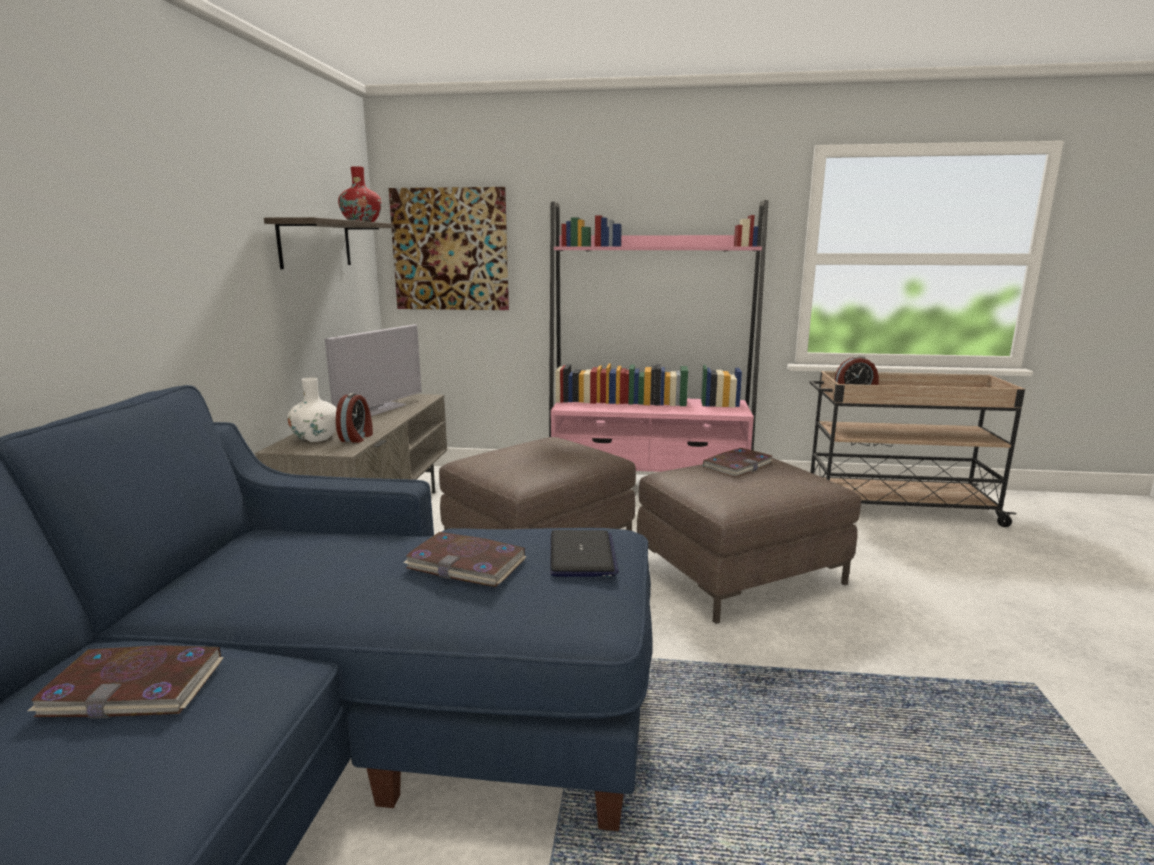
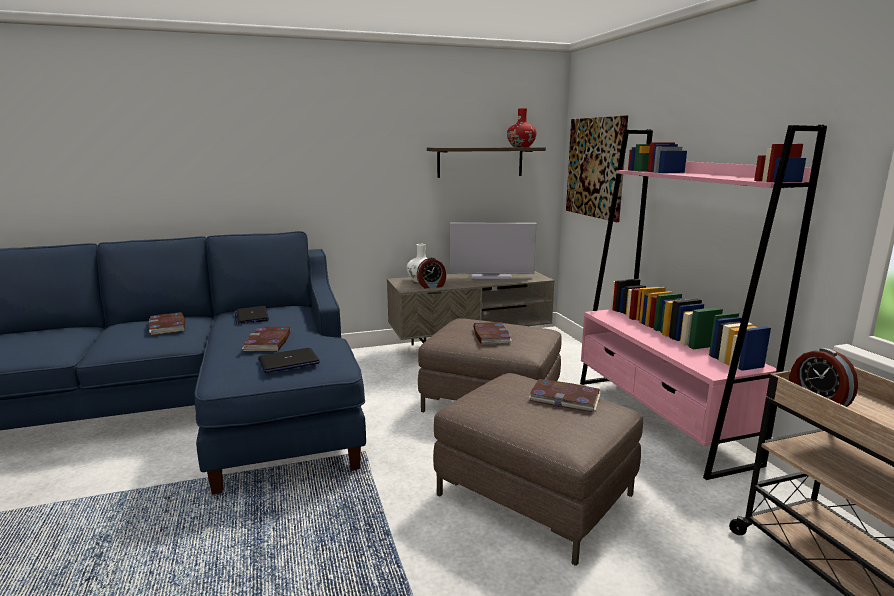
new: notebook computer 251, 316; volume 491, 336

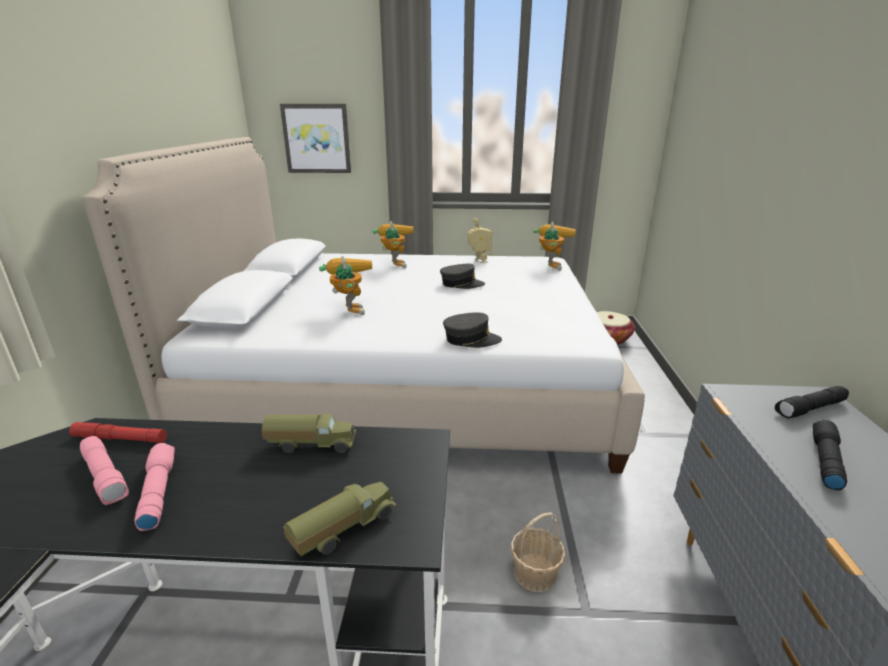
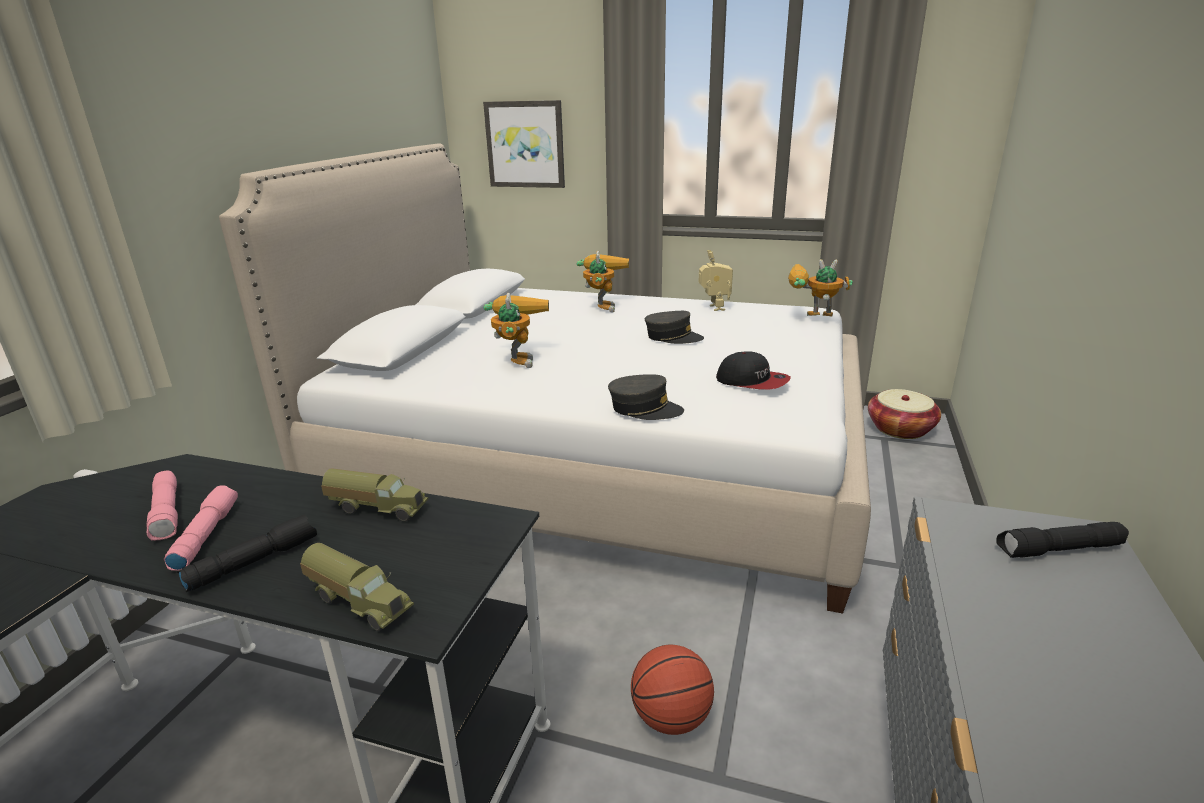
gone: torch (red) 120, 438
new: baseball cap 752, 381
shifted: torch (blackish) 824, 460 to 254, 561
swapped: storage basket 535, 573 to ball for basketball 671, 717
rotated: model truck 343, 529 = 360, 602 60 degrees clockwise; robot figure 550, 265 = 809, 319 105 degrees counterclockwise

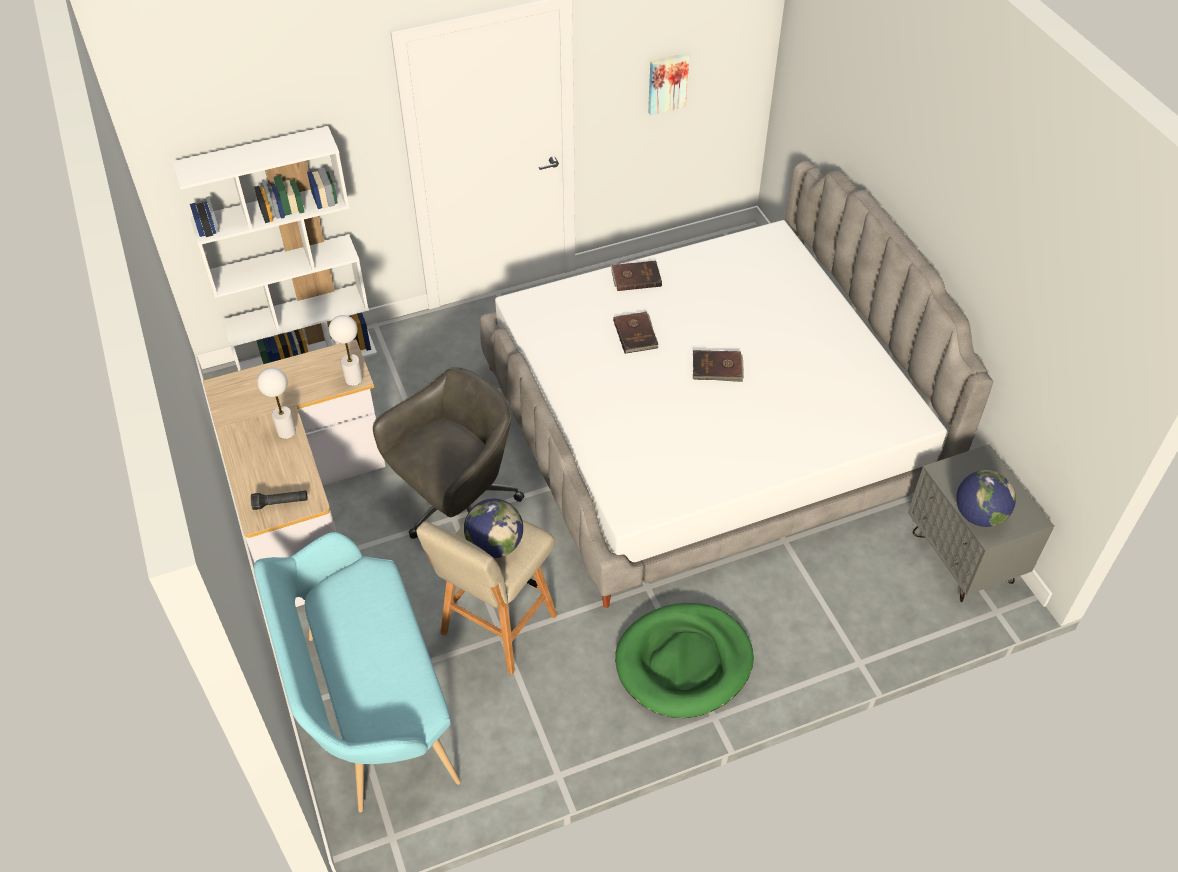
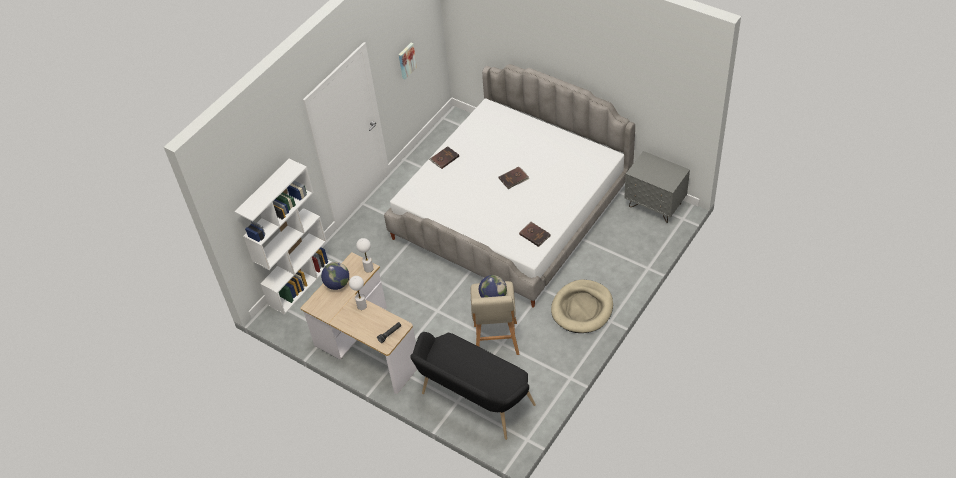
gone: computer chair (gray) 457, 506
shifted: volume (brown) 636, 334 to 535, 234; desk globe 978, 515 to 337, 284
repainted: indoor bench (turquoise) 370, 707 to indoor bench (blackish) 473, 402; pet bed (green-coloured) 684, 662 to pet bed (sand-coloured) 582, 308

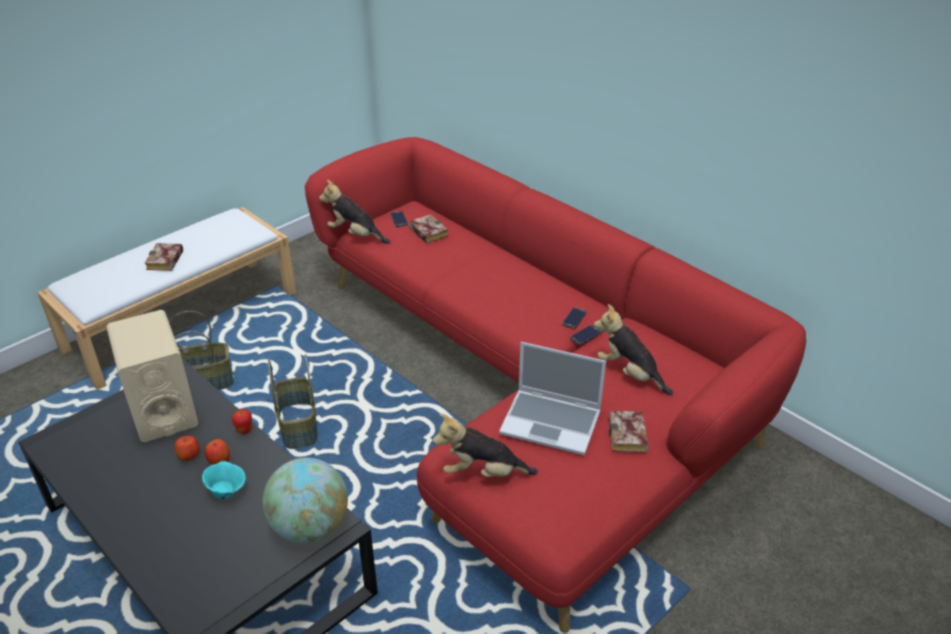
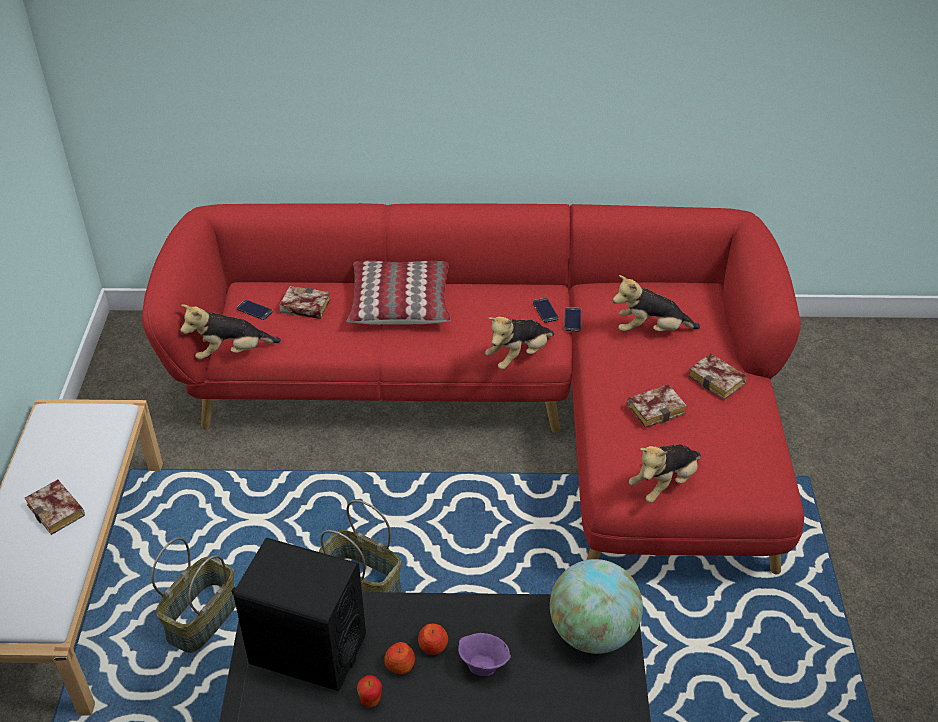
new: cushion 400, 302; soft toy 519, 356
shifted: whole apple 244, 430 to 370, 700
swapped: notebook computer 552, 423 to volume 656, 408
repainted: speaker (sand-coloured) 162, 410 to speaker (blackish) 307, 650; bowl (turquoise) 226, 491 to bowl (purple) 482, 664

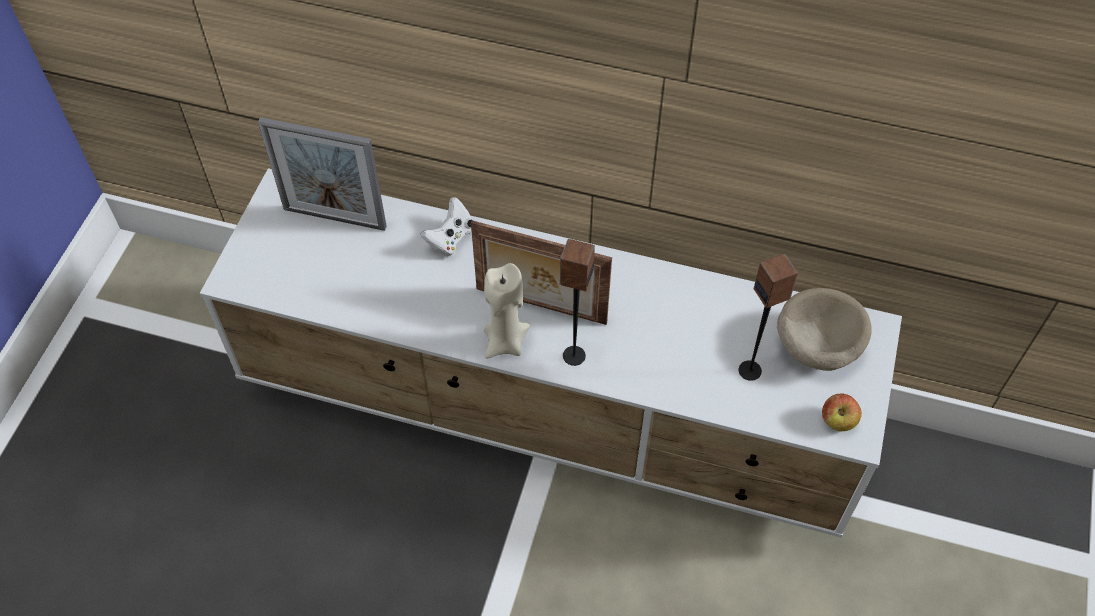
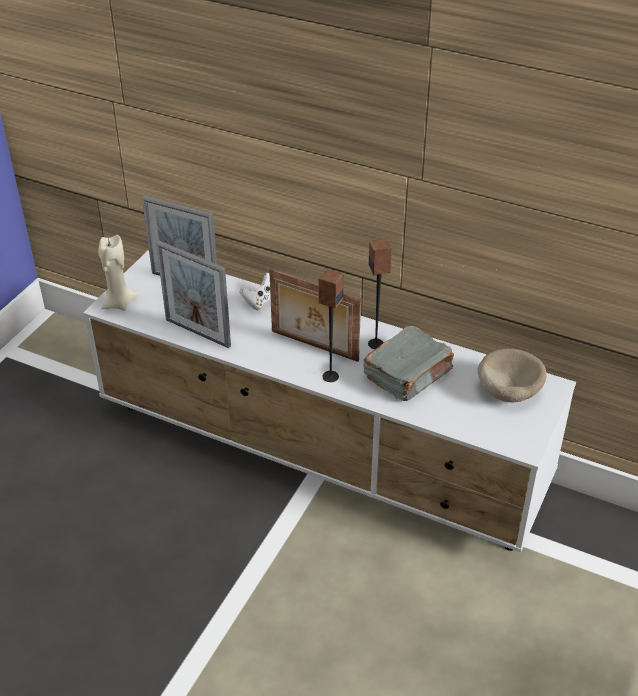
gone: whole apple 838, 421
new: photo frame 198, 332; volume (gray) 409, 374
shifted: wax light (sand-coloured) 505, 342 to 119, 303; speaker 750, 370 to 376, 344

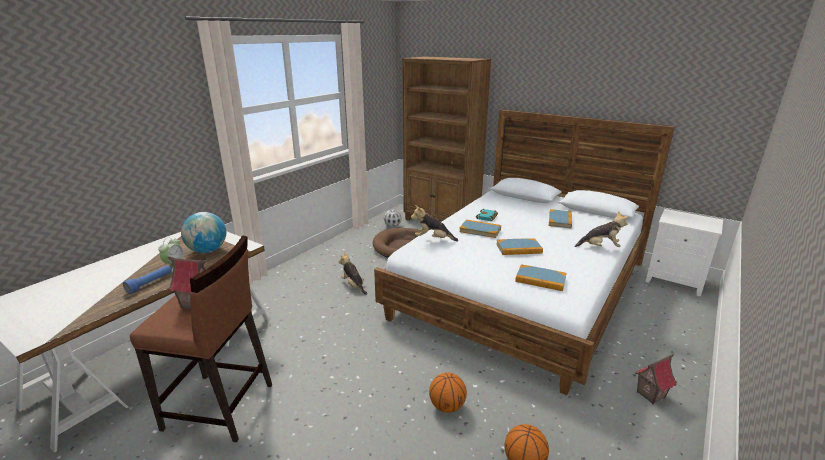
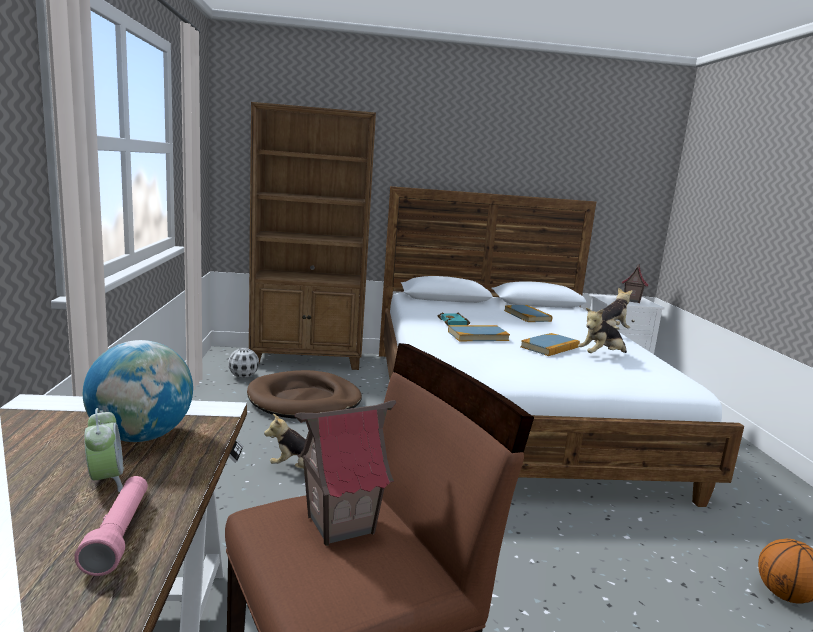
gone: ball for basketball 447, 406; volume 540, 280
shifted: soft toy 433, 239 to 601, 355; toy house 650, 394 to 631, 300
repainted: torch (blue) 150, 283 to torch (pink-coloured) 119, 534

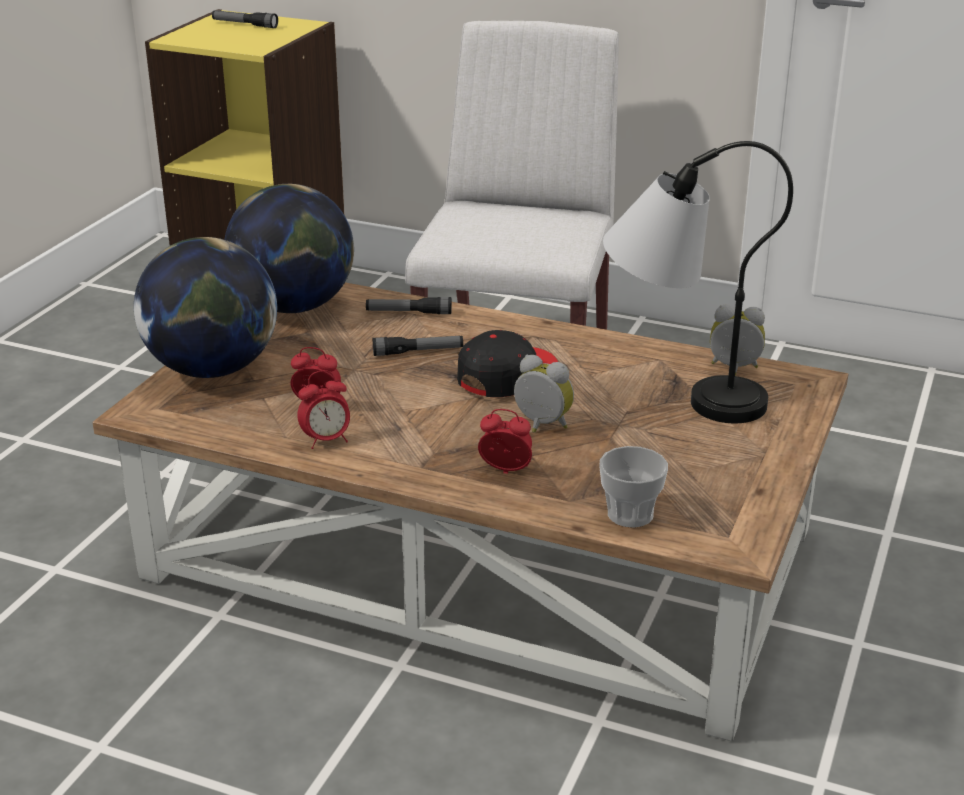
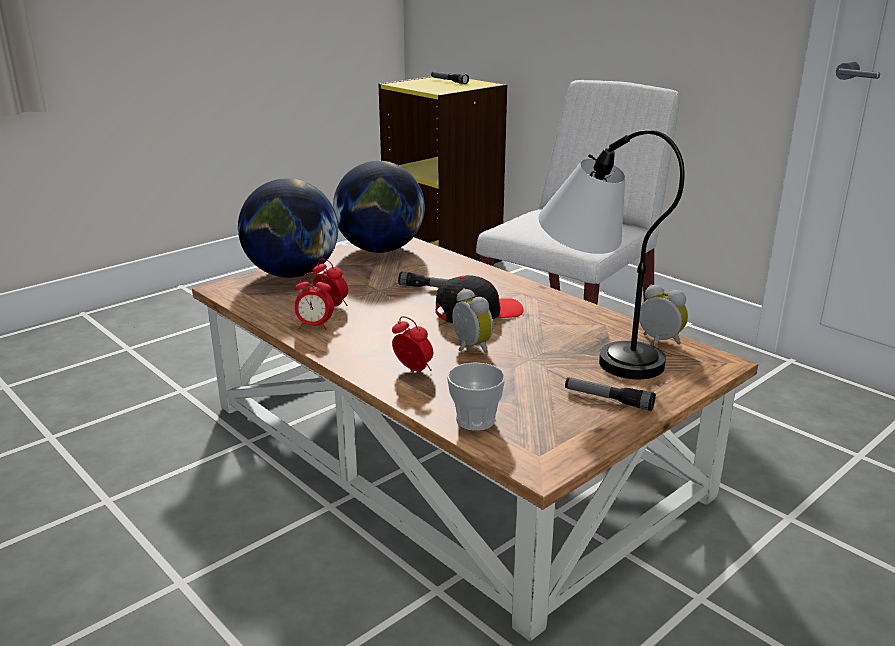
shifted: torch 409, 313 to 608, 400

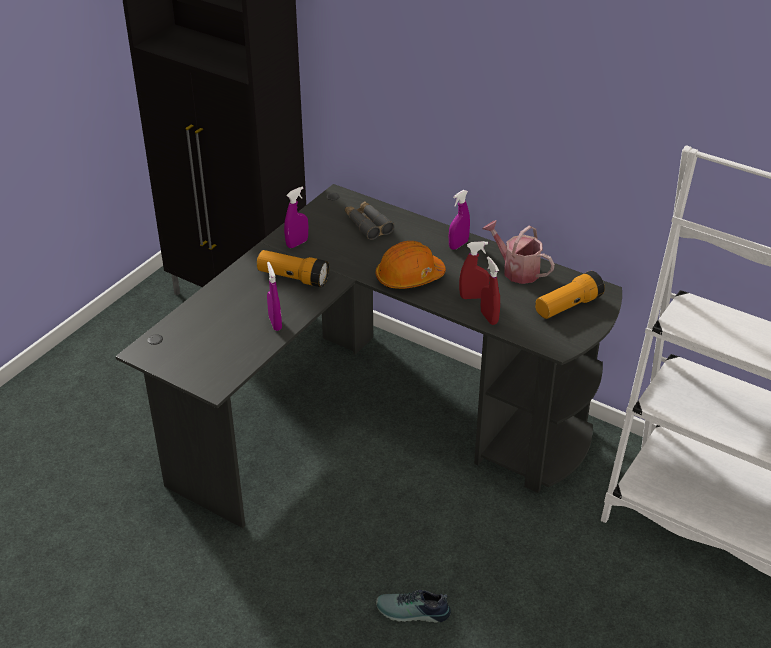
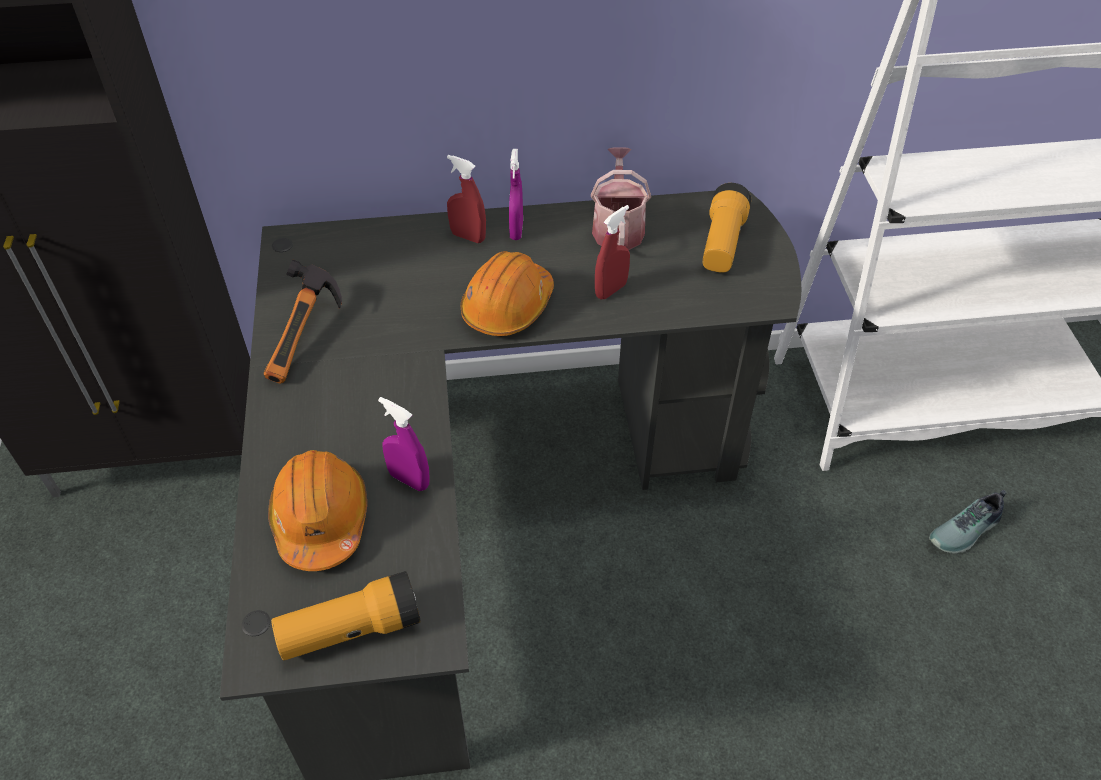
gone: binoculars (gray) 368, 225
new: safety helmet (orangey) 321, 519
shifted: torch 293, 278 to 351, 630; item of footwear 412, 612 to 966, 531; hand sprayer (red) 489, 318 to 468, 236
swapped: hand sprayer (purple) 297, 243 to tool hammer 307, 340
rotated: watering can 516, 270 = 618, 227 90 degrees clockwise

